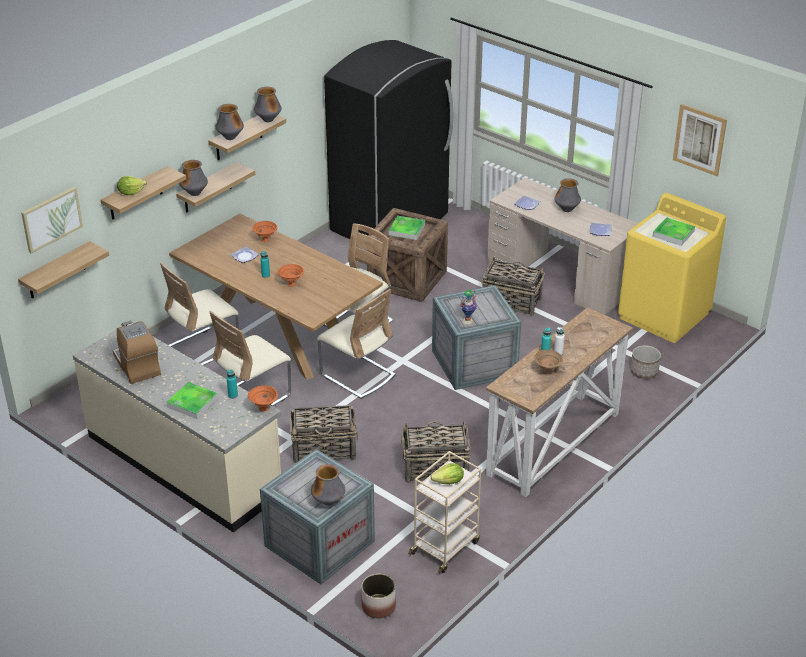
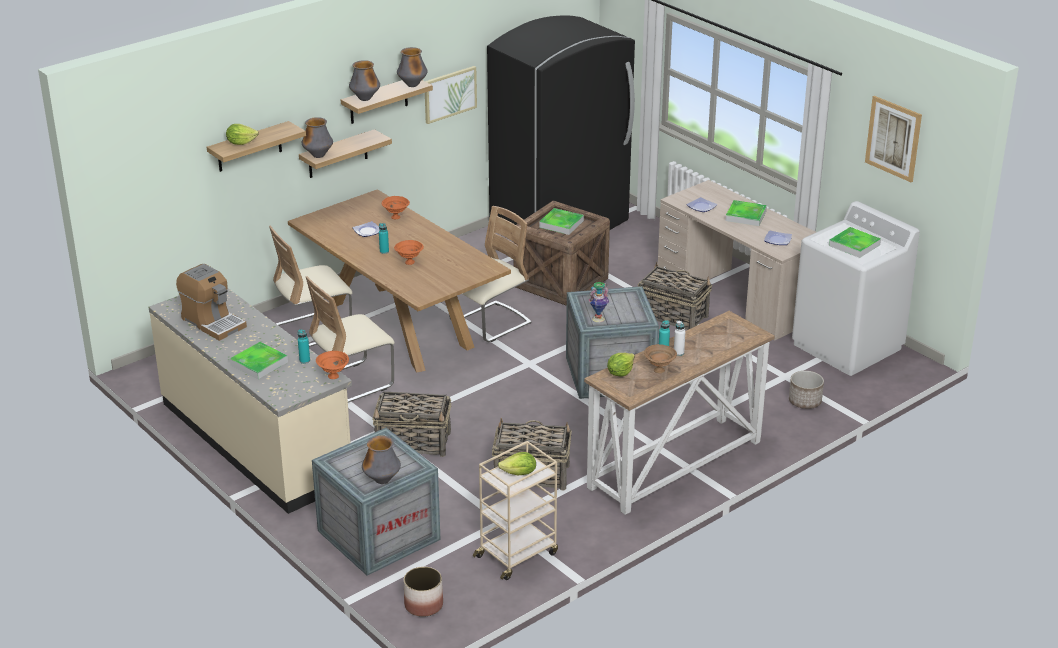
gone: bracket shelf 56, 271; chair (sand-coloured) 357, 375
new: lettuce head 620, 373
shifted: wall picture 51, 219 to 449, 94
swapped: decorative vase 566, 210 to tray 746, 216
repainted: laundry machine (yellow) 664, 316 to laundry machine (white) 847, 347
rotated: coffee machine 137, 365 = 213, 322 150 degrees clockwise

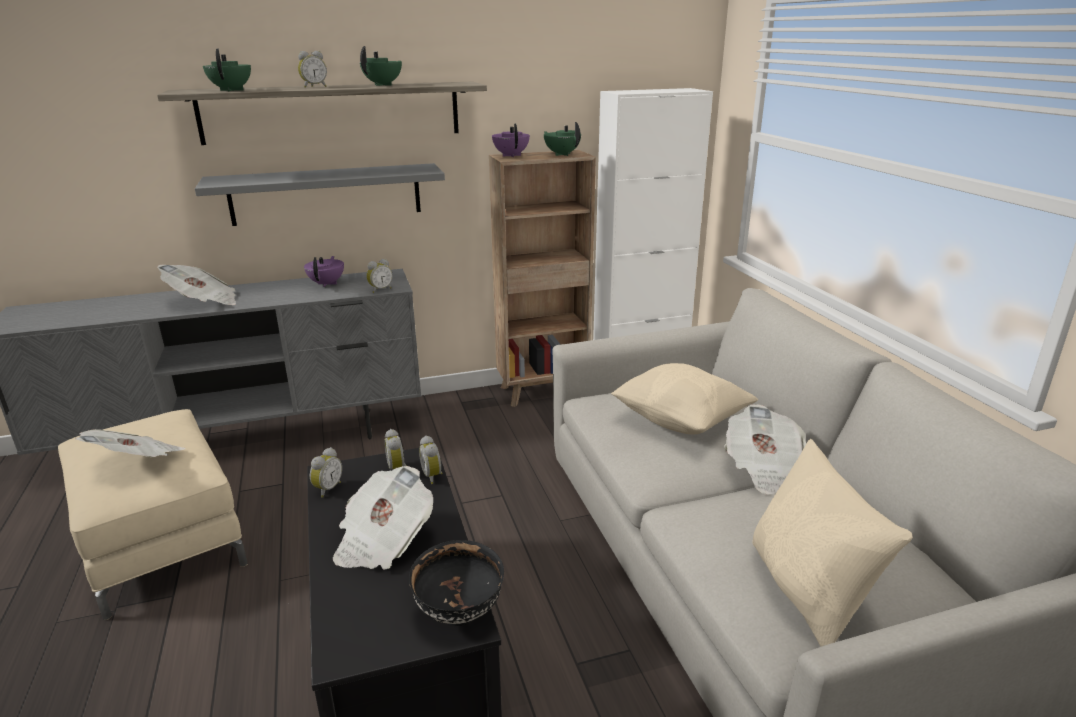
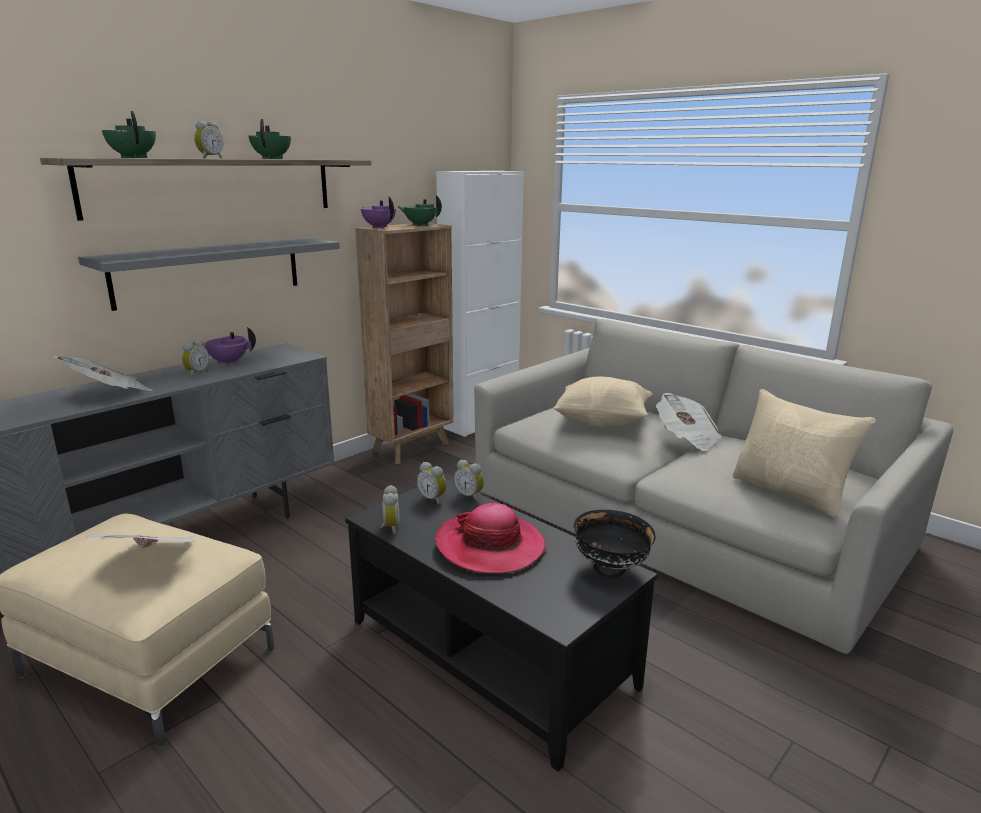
shifted: alarm clock 380, 289 to 196, 373
swapped: newspaper 383, 541 to wearable hat 490, 546
rotated: teapot (purple) 327, 283 = 228, 362 75 degrees counterclockwise

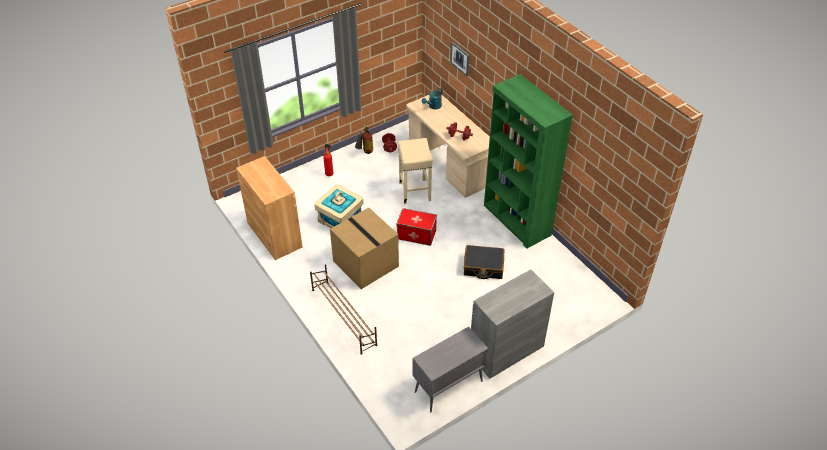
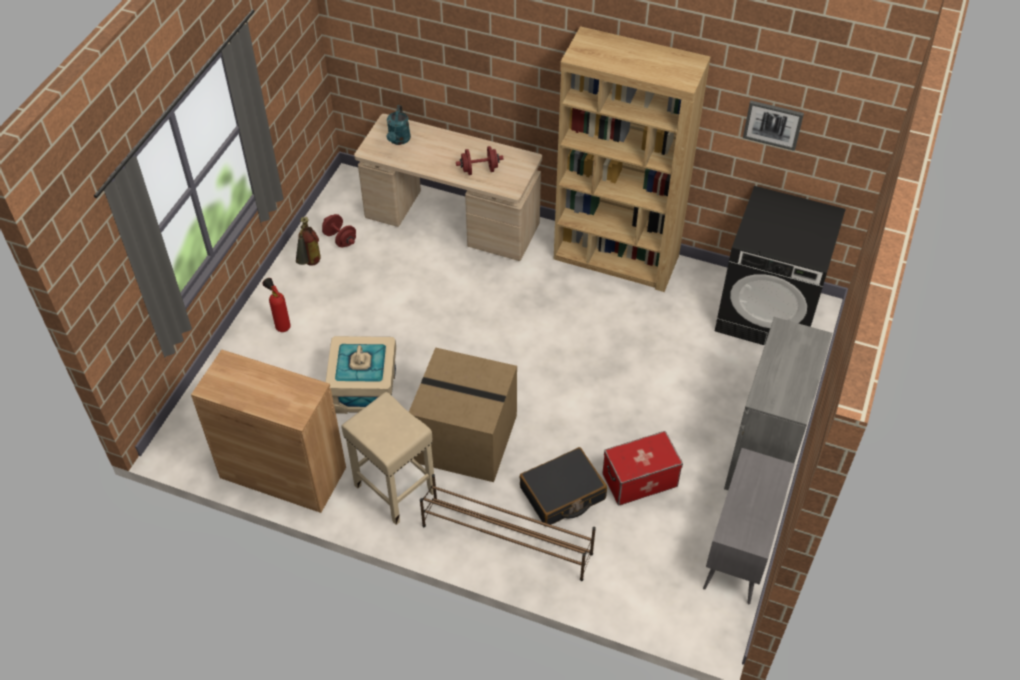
new: laundry machine (blackish) 768, 313
shifted: storage container 416, 234 to 639, 479; stool seat (sand-coloured) 414, 191 to 393, 488; wall picture 460, 58 to 773, 124; suitcase (blackish) 483, 266 to 562, 494
repainted: shelving unit (green-coloured) 516, 220 to shelving unit (brown) 616, 258

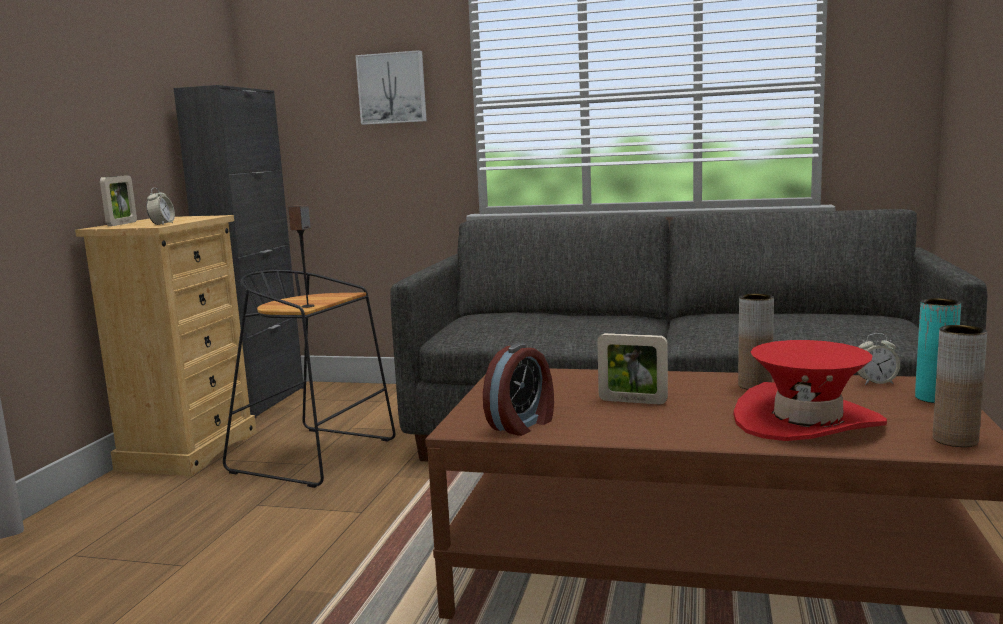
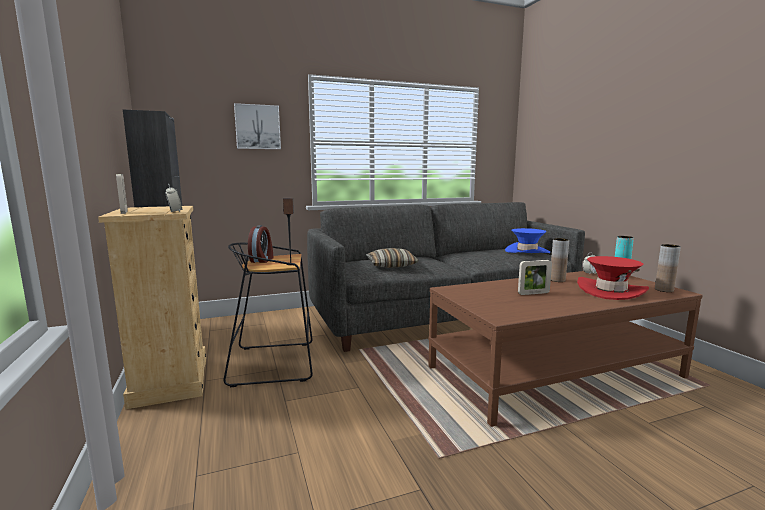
new: cushion 391, 265; wearable hat (blue) 527, 251
shifted: alarm clock 523, 424 to 262, 260

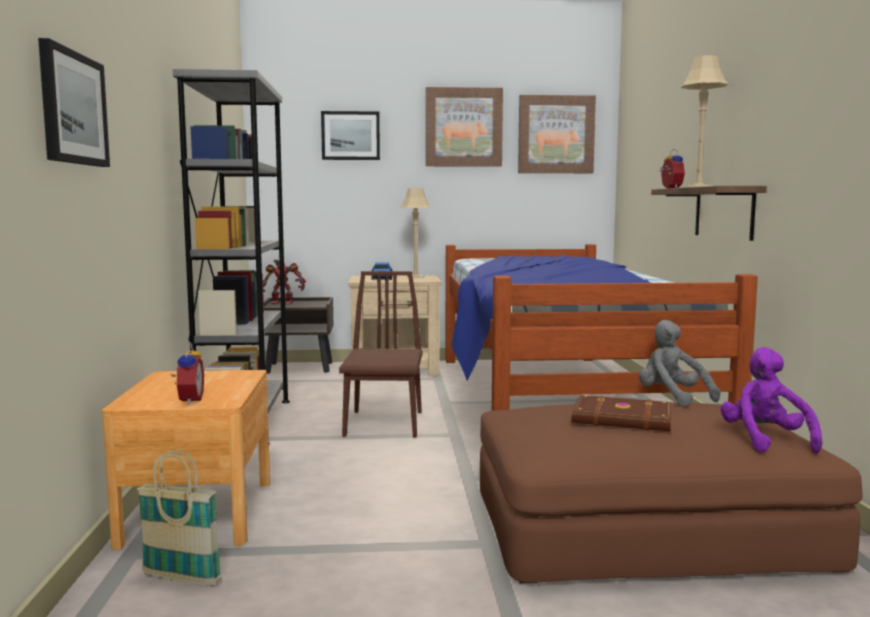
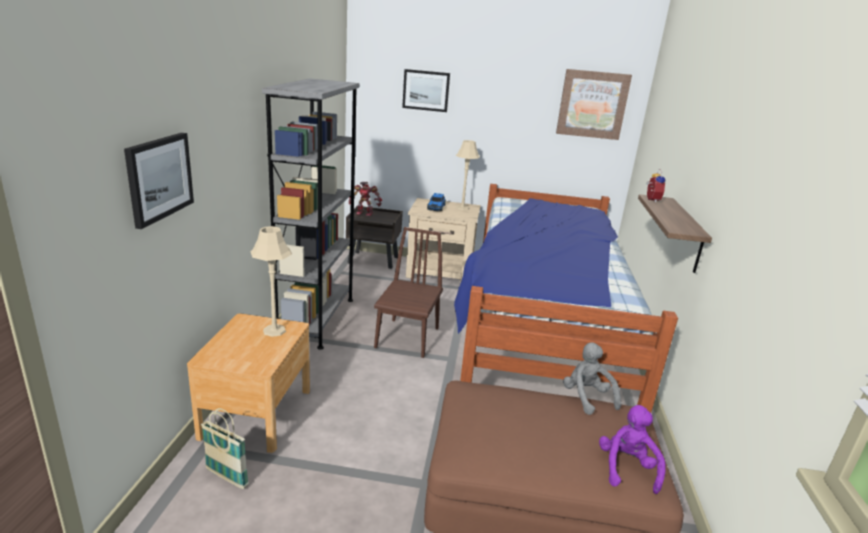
gone: alarm clock 188, 401; wall picture 463, 127; volume (brown) 622, 419
shifted: table lamp (sand-coloured) 698, 187 to 274, 330

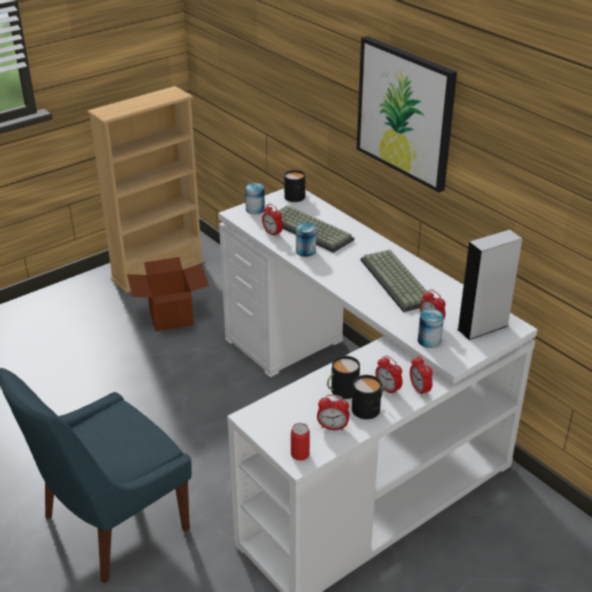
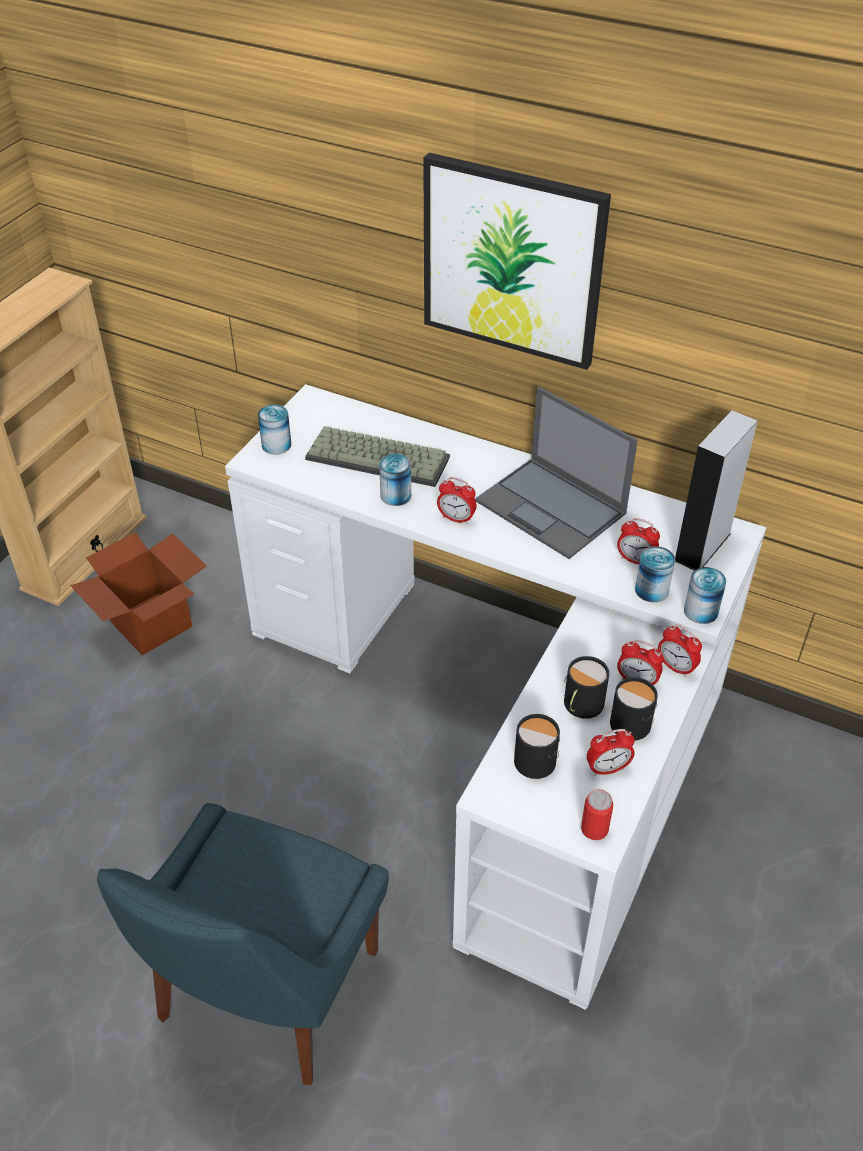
new: can 701, 611
shifted: alarm clock 272, 233 to 456, 518; mug (blackish) 296, 196 to 537, 757
swapped: computer keyboard 398, 281 to notebook computer 552, 508

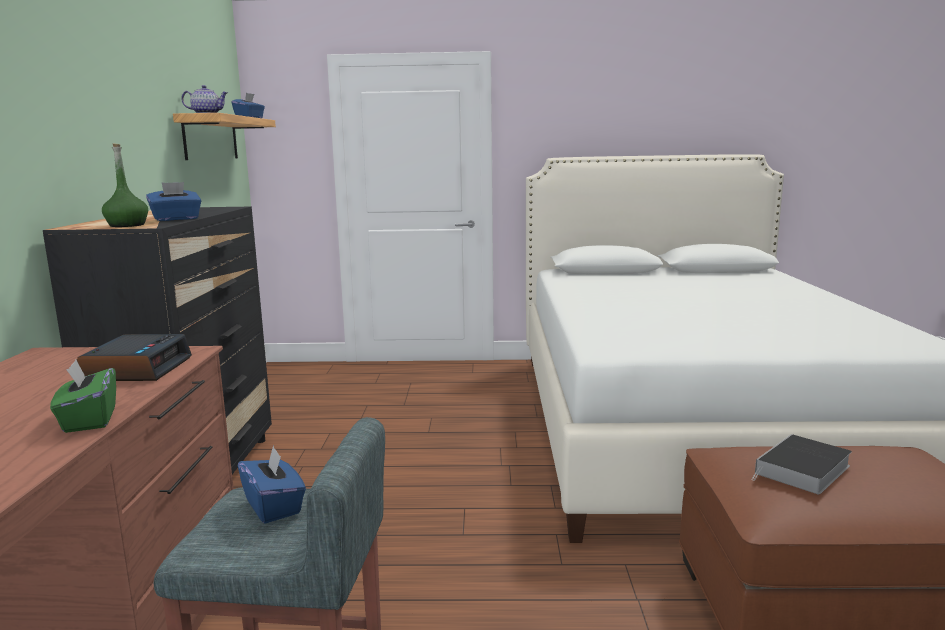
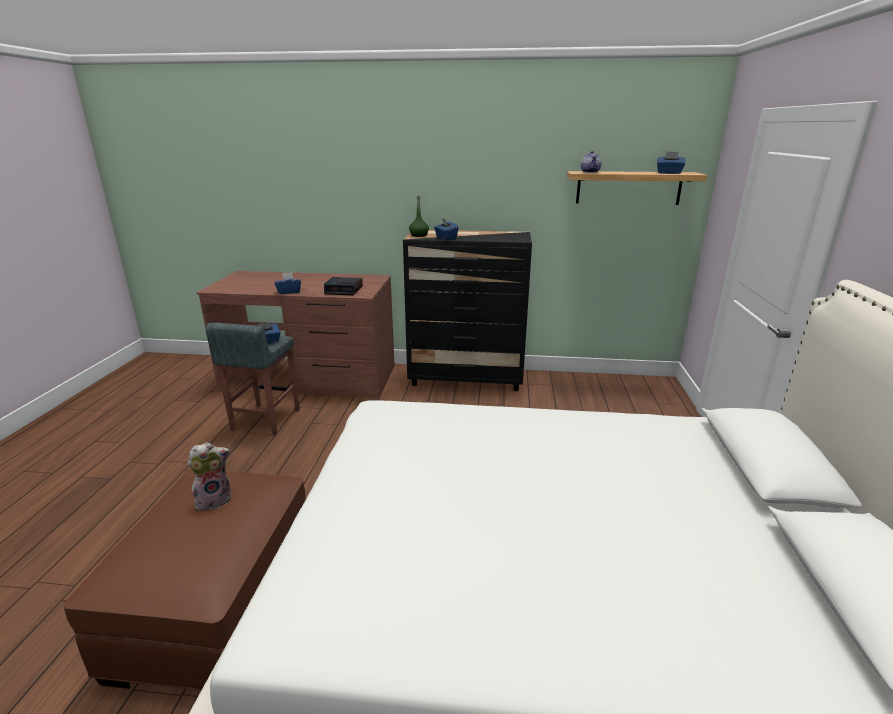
swapped: volume 802, 470 to soft toy 214, 499
repainted: tissue holder (green-coloured) 89, 420 to tissue holder (blue) 289, 292

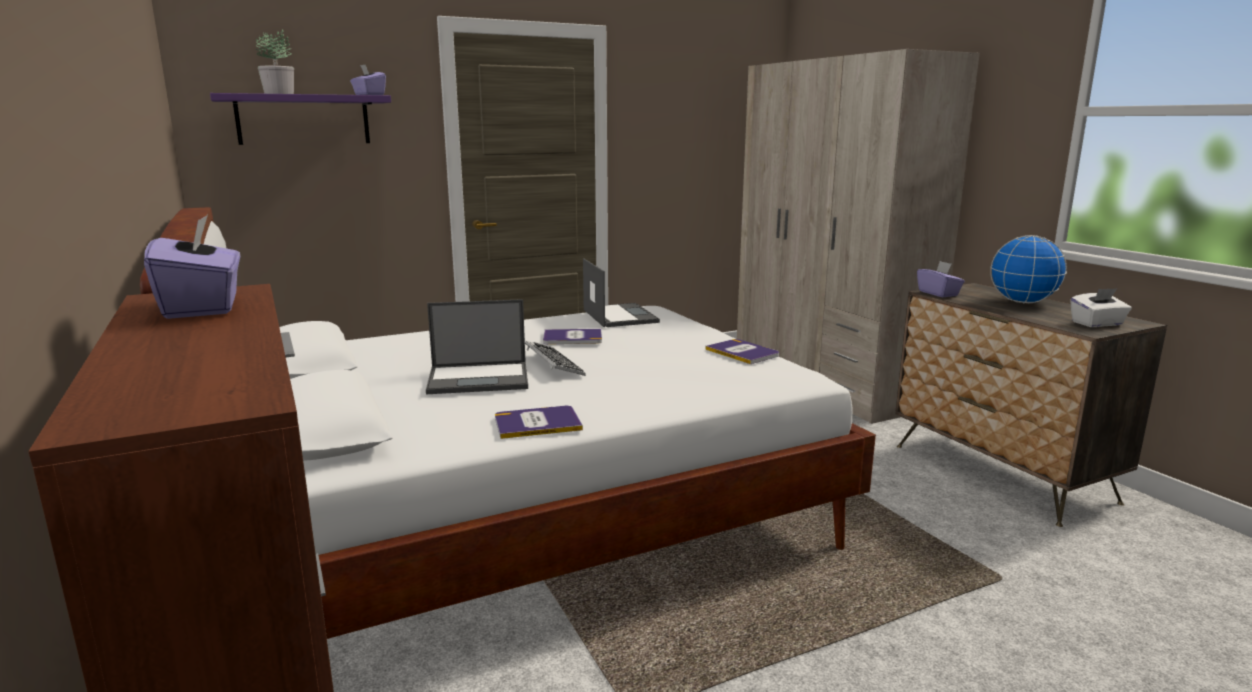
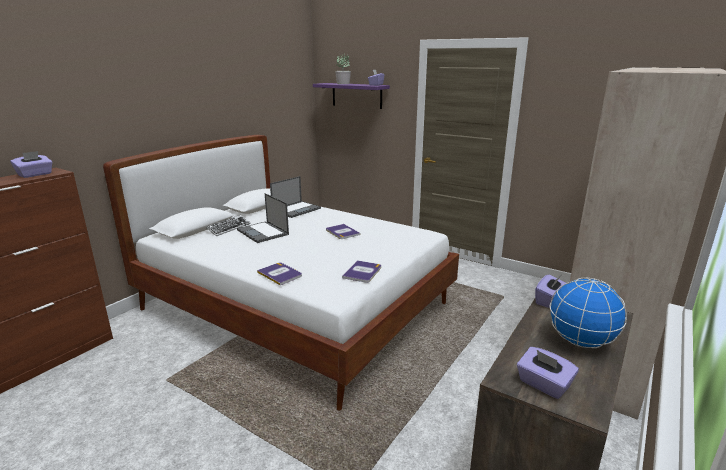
shifted: volume 537, 423 to 280, 274; computer keyboard 553, 365 to 229, 228; notebook computer 619, 316 to 296, 209
repainted: tissue holder (white) 1097, 324 to tissue holder (purple) 543, 385

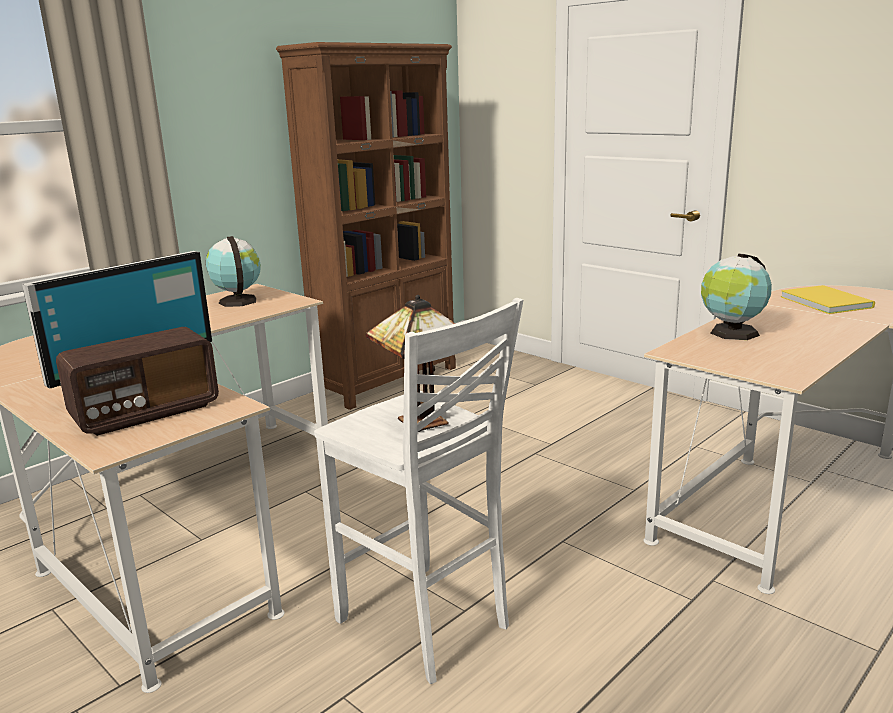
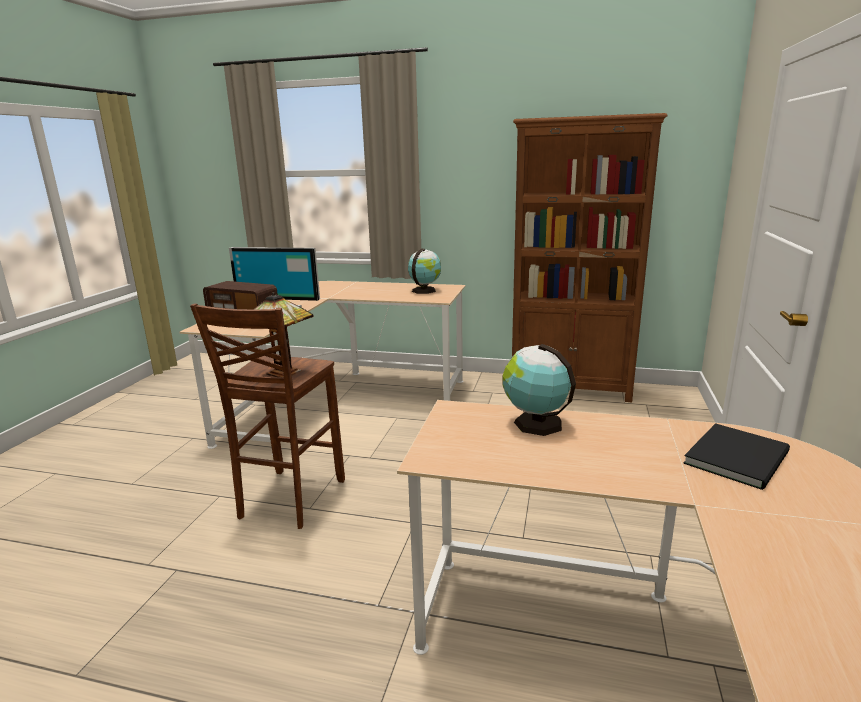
repainted: stool seat (white) 426, 624 to stool seat (brown) 289, 499; volume (yellow) 825, 301 to volume (blackish) 740, 457

